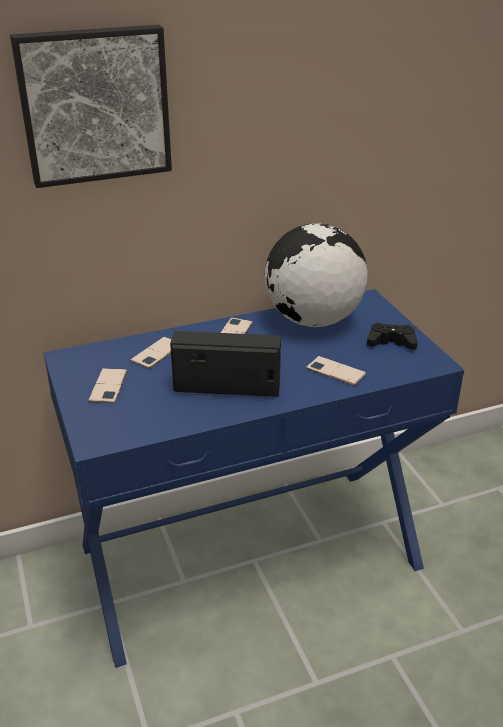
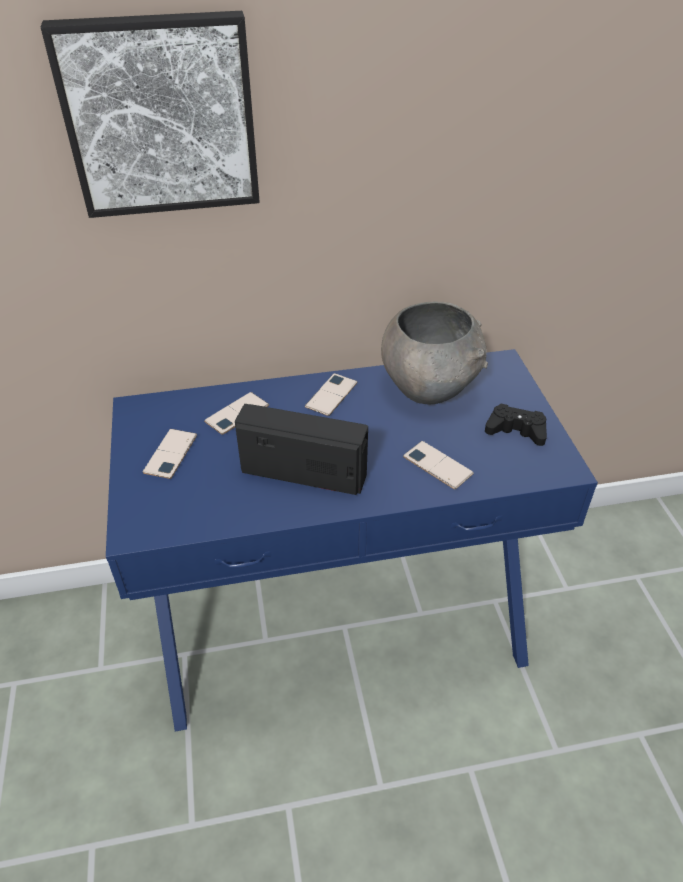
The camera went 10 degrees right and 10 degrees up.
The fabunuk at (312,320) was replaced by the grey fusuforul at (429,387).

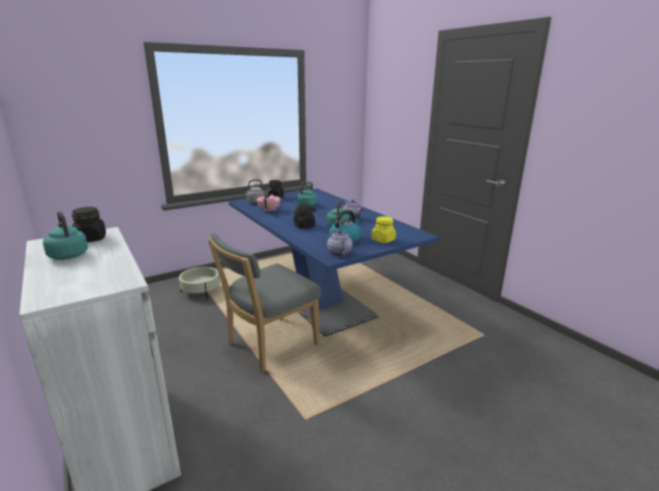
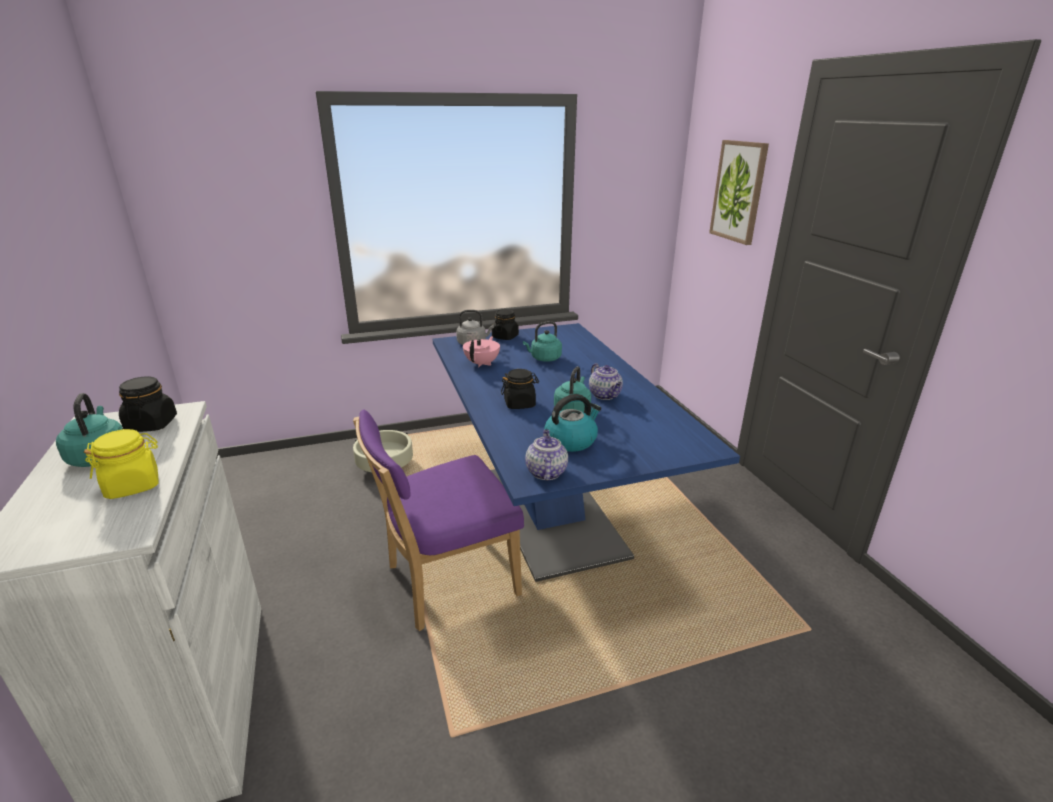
The camera went 15 degrees right and 5 degrees up.
The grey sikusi at (269,345) became the purple sikusi at (446,582).
The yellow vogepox moved from (383,240) to (133,485).
The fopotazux at (739,191) appeared.

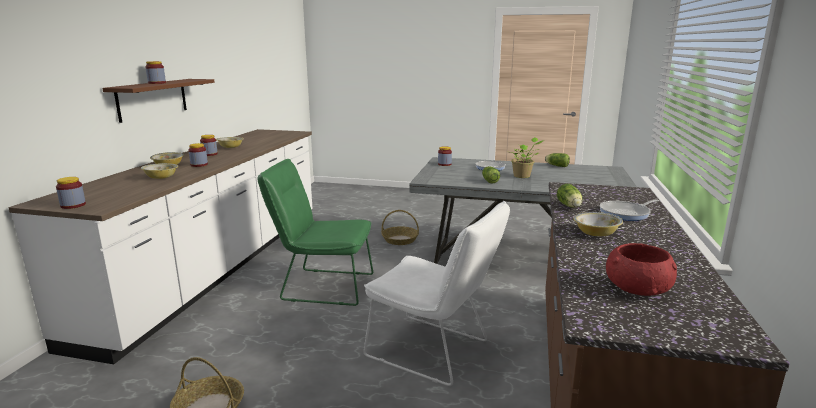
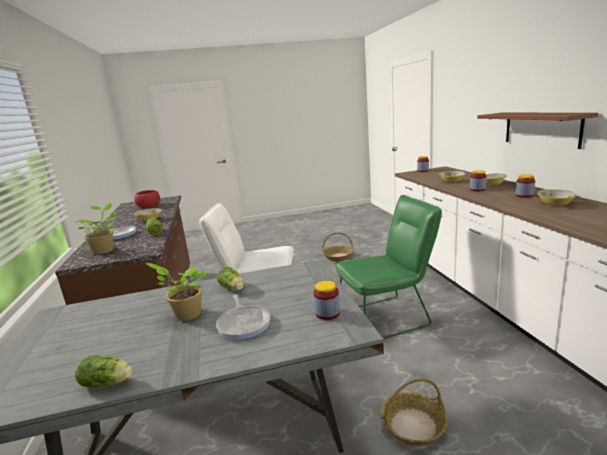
The camera went 155 degrees right and 0 degrees up.
The vogepox at (157,83) disappeared.
The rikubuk at (104,250) appeared.

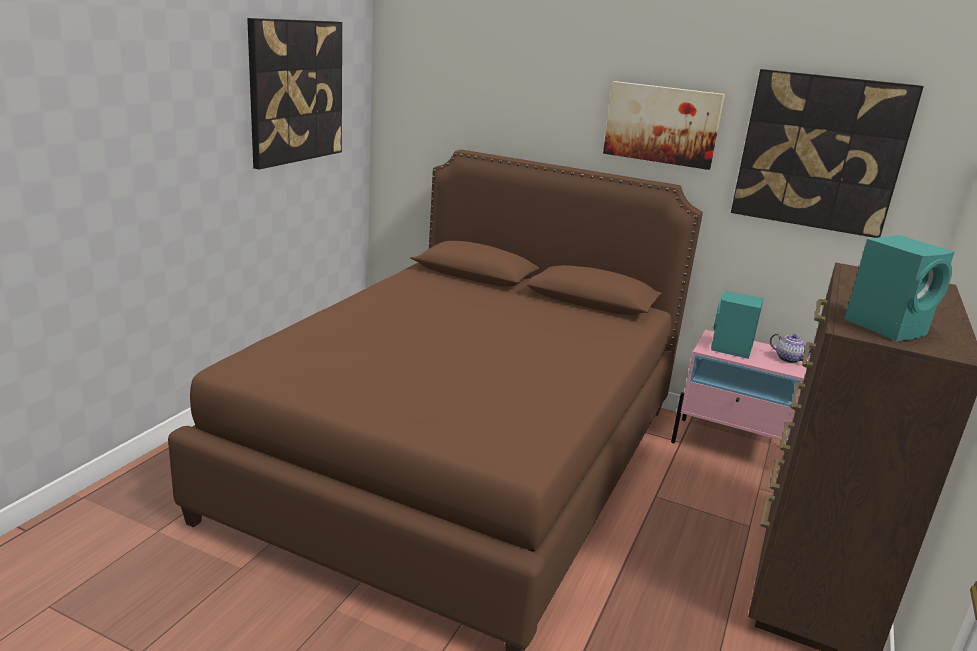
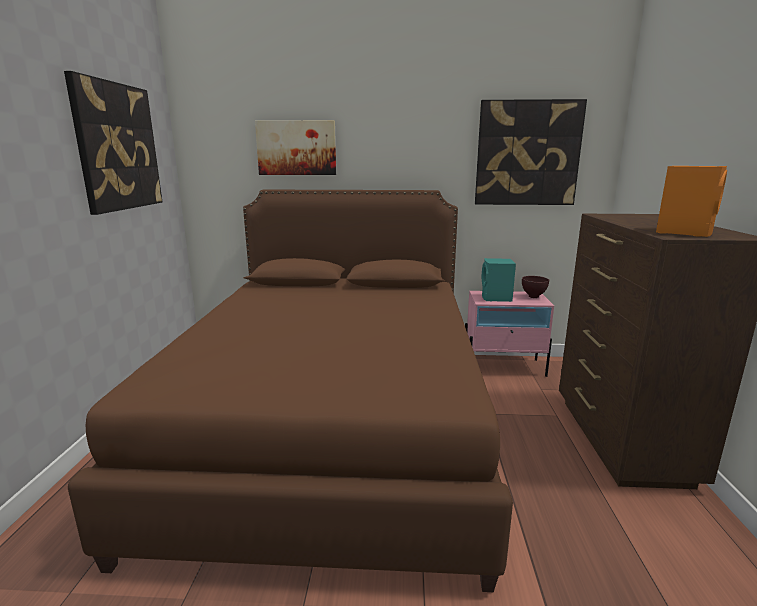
The camera went 20 degrees left and 5 degrees down.
The fopotazux moved from (662,124) to (296,148).
The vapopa at (789,359) was replaced by the brown fusuforul at (534,297).
The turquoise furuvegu at (888,327) became the orange furuvegu at (684,232).

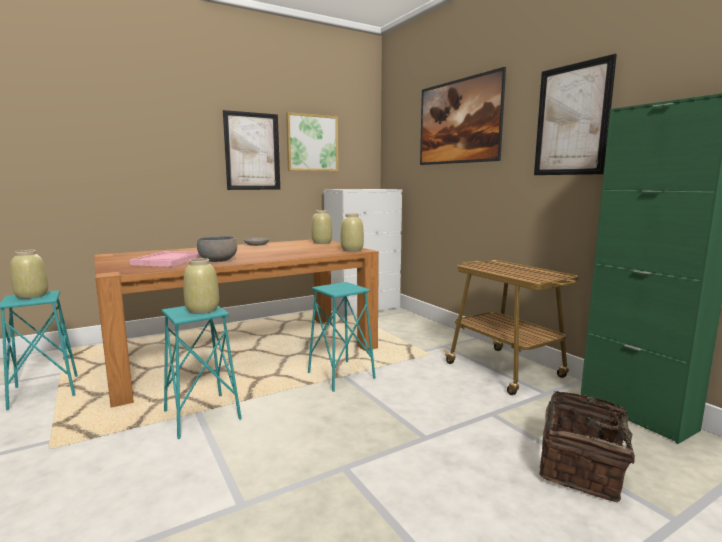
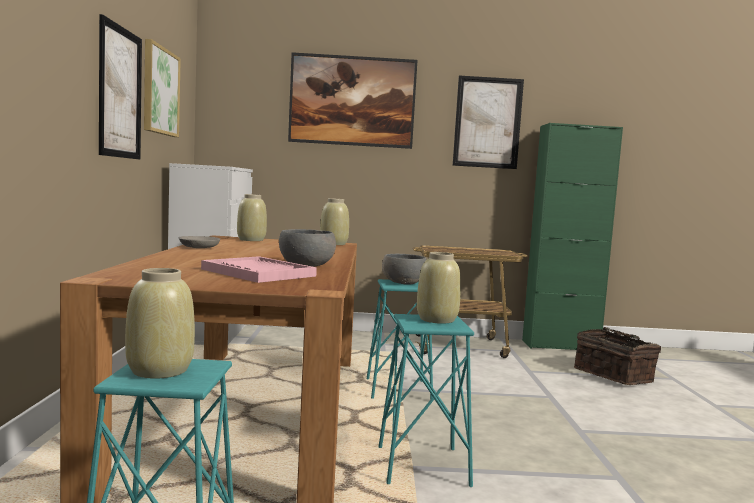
The camera went 60 degrees left and 5 degrees down.
The grey fusuforul at (403,282) appeared.

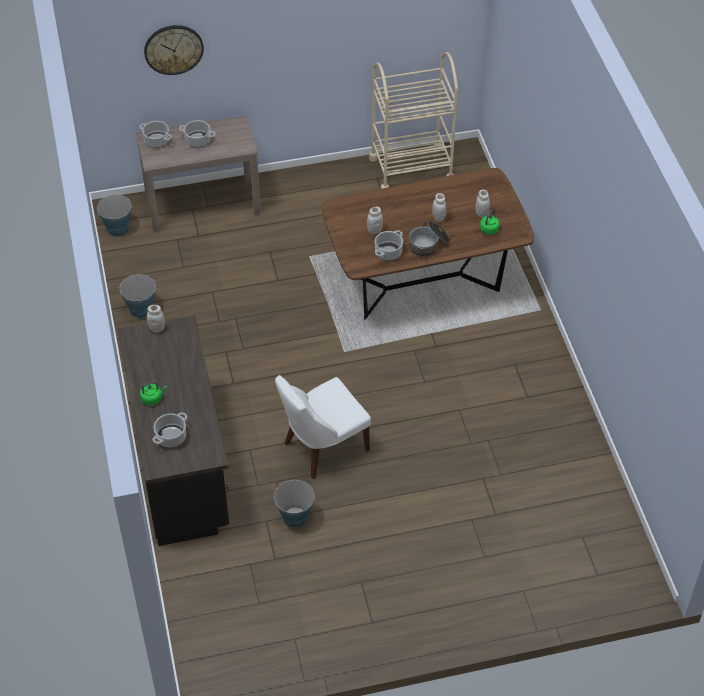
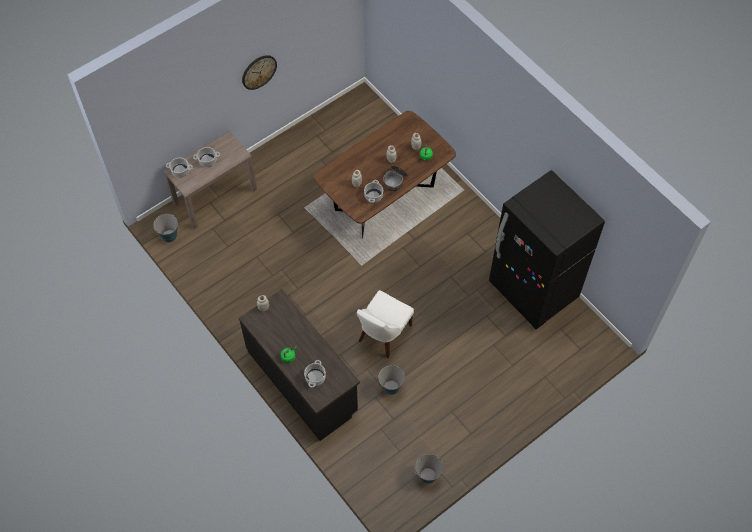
The camera went 25 degrees left and 10 degrees up.
The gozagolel moved from (141,309) to (427,475).
The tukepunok moved from (173,49) to (259,72).
The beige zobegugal at (411,169) disappeared.
The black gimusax at (533,291) appeared.

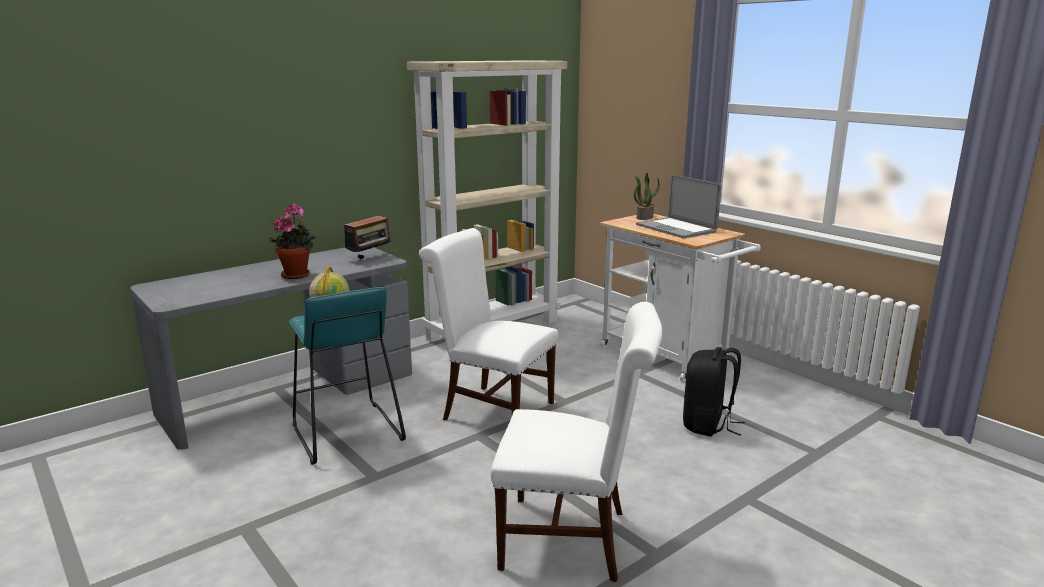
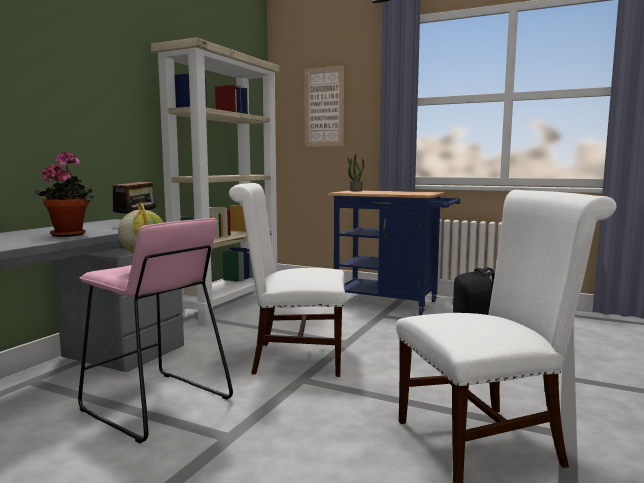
The camera went 25 degrees left and 10 degrees down.
The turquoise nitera at (346,432) became the pink nitera at (155,404).
The white zobegugal at (669,357) became the blue zobegugal at (392,303).
The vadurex at (676,228) disappeared.
The fopotazux at (324,107) appeared.

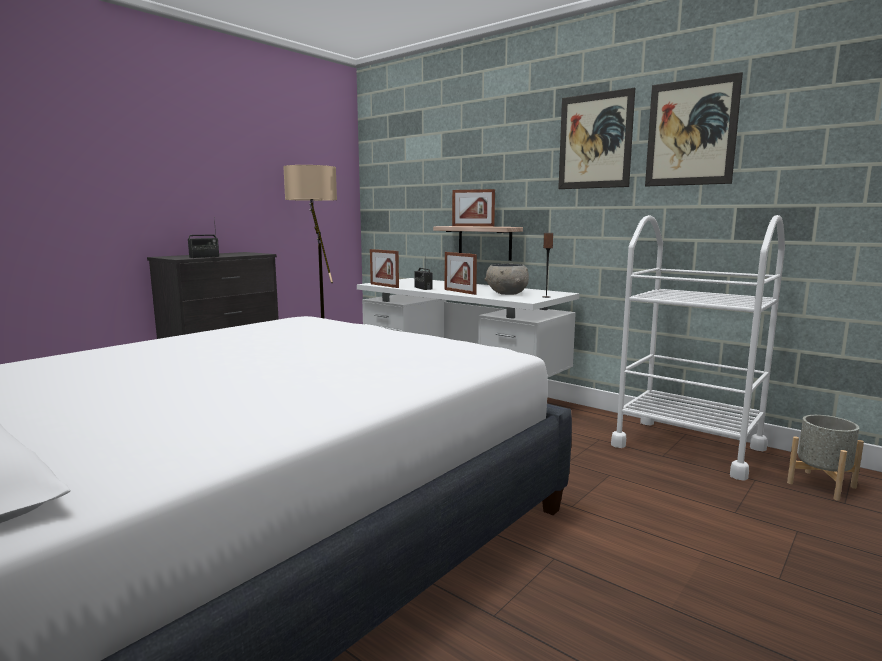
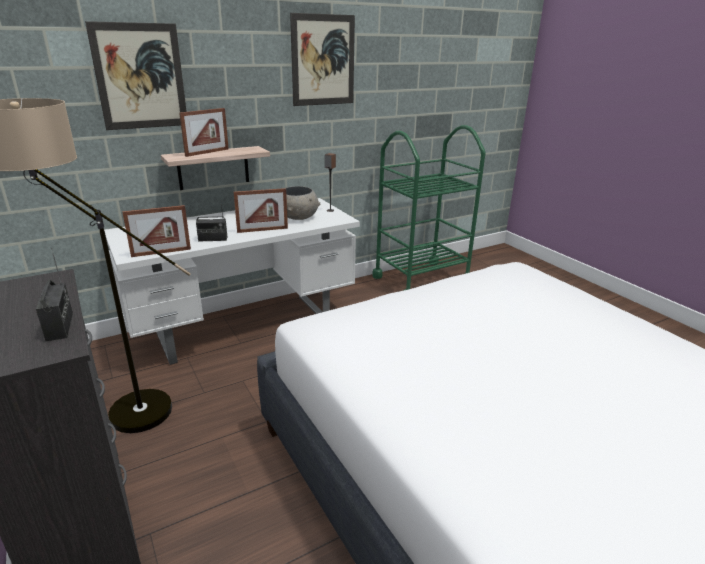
The camera went 70 degrees left and 15 degrees up.
The white zobegugal at (687,447) became the green zobegugal at (421,279).
The fopotazux moved from (691,133) to (140,77).
The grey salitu at (821,485) disappeared.

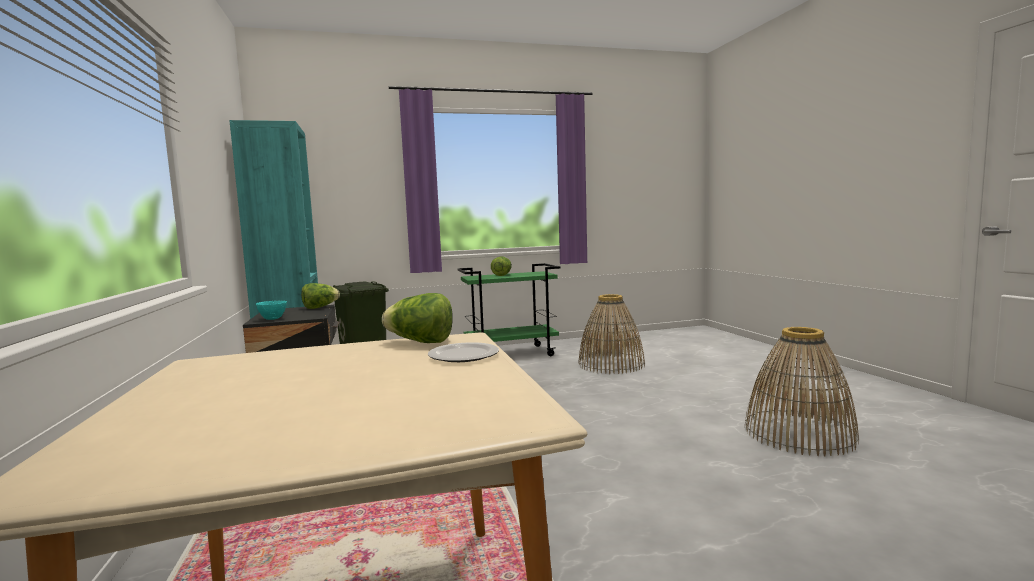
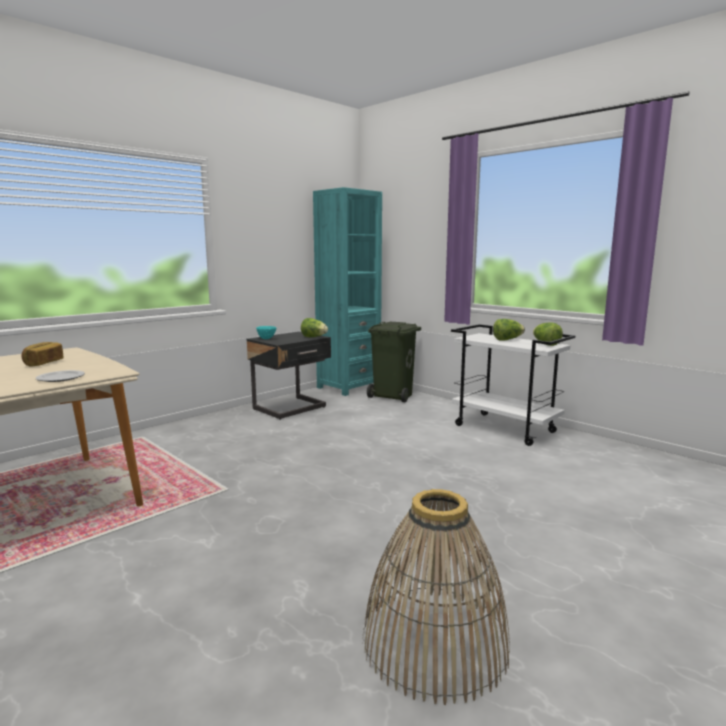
The camera went 60 degrees right and 5 degrees up.
The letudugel moved from (421,342) to (545,344).
The green zobegugal at (512,354) became the white zobegugal at (505,429).
The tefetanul at (611,364) disappeared.
The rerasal at (43,363) appeared.

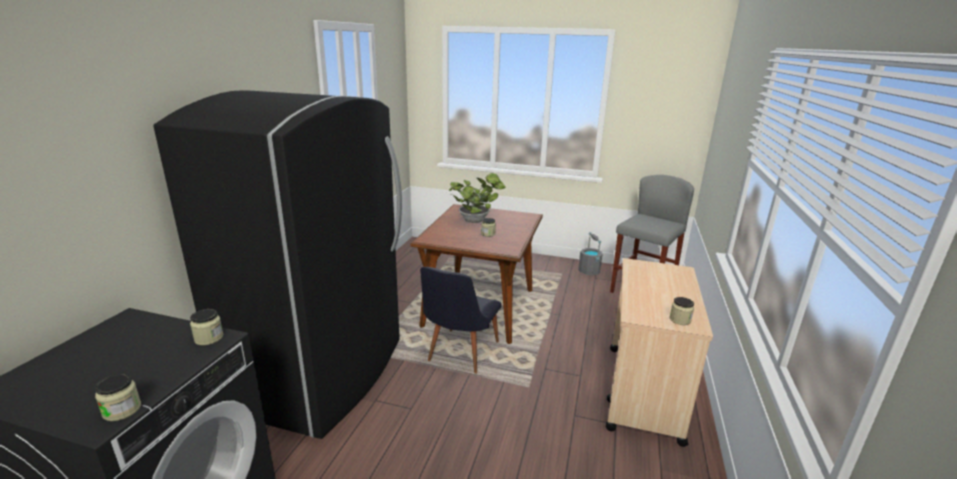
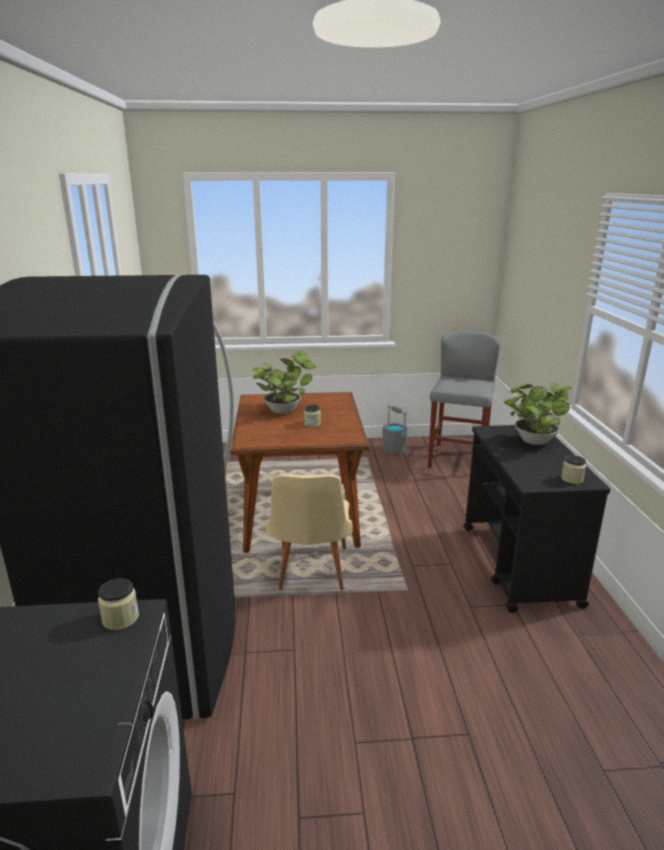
The camera went 20 degrees left and 0 degrees up.
The vogepox at (122,410) disappeared.
The black sikusi at (459,355) became the beige sikusi at (310,574).
The beige zobegugal at (642,392) became the black zobegugal at (519,565).
The rikubuk at (532,442) appeared.

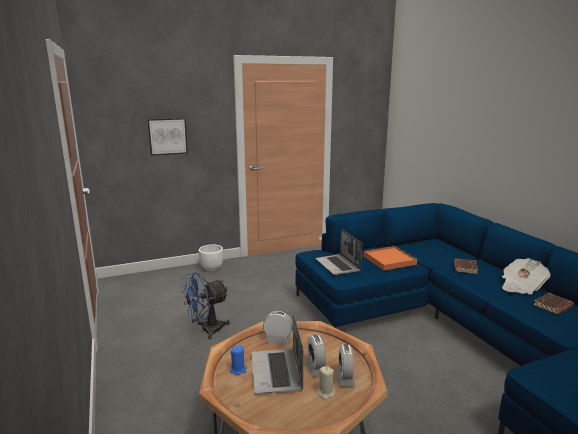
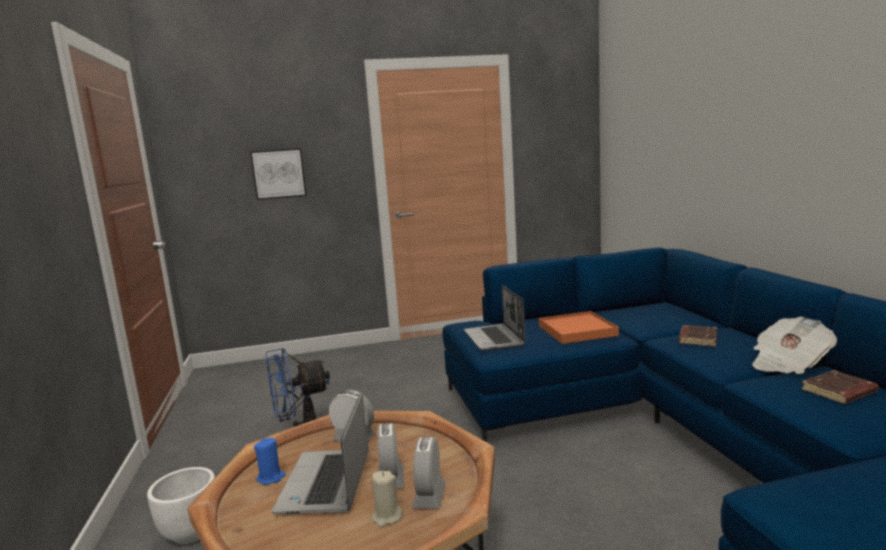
The camera went 10 degrees right and 5 degrees down.
The white salitu moved from (212,269) to (190,534).

